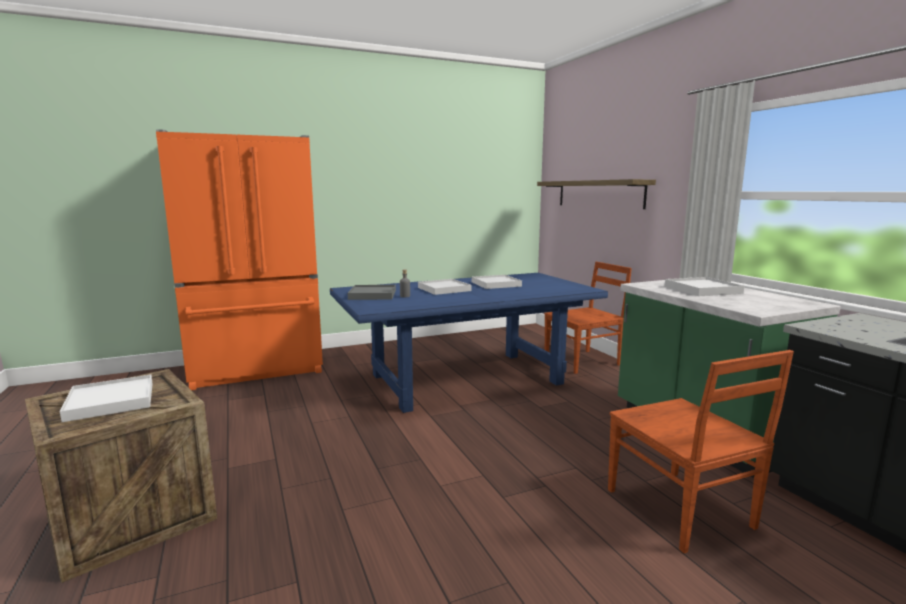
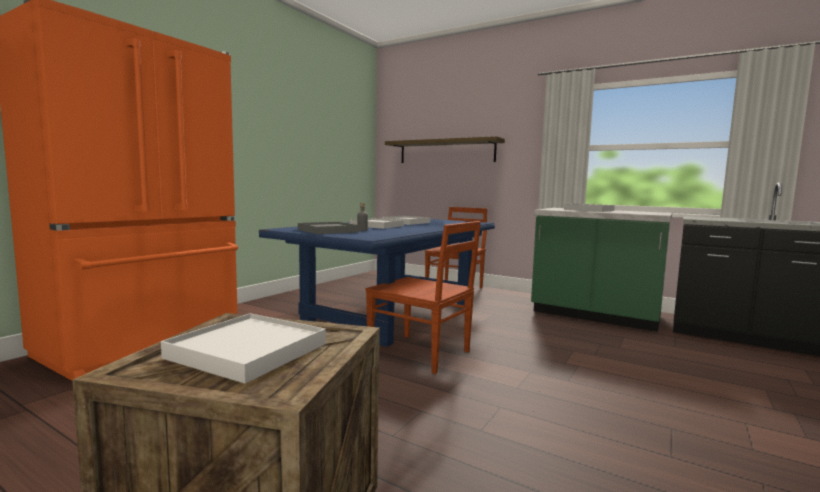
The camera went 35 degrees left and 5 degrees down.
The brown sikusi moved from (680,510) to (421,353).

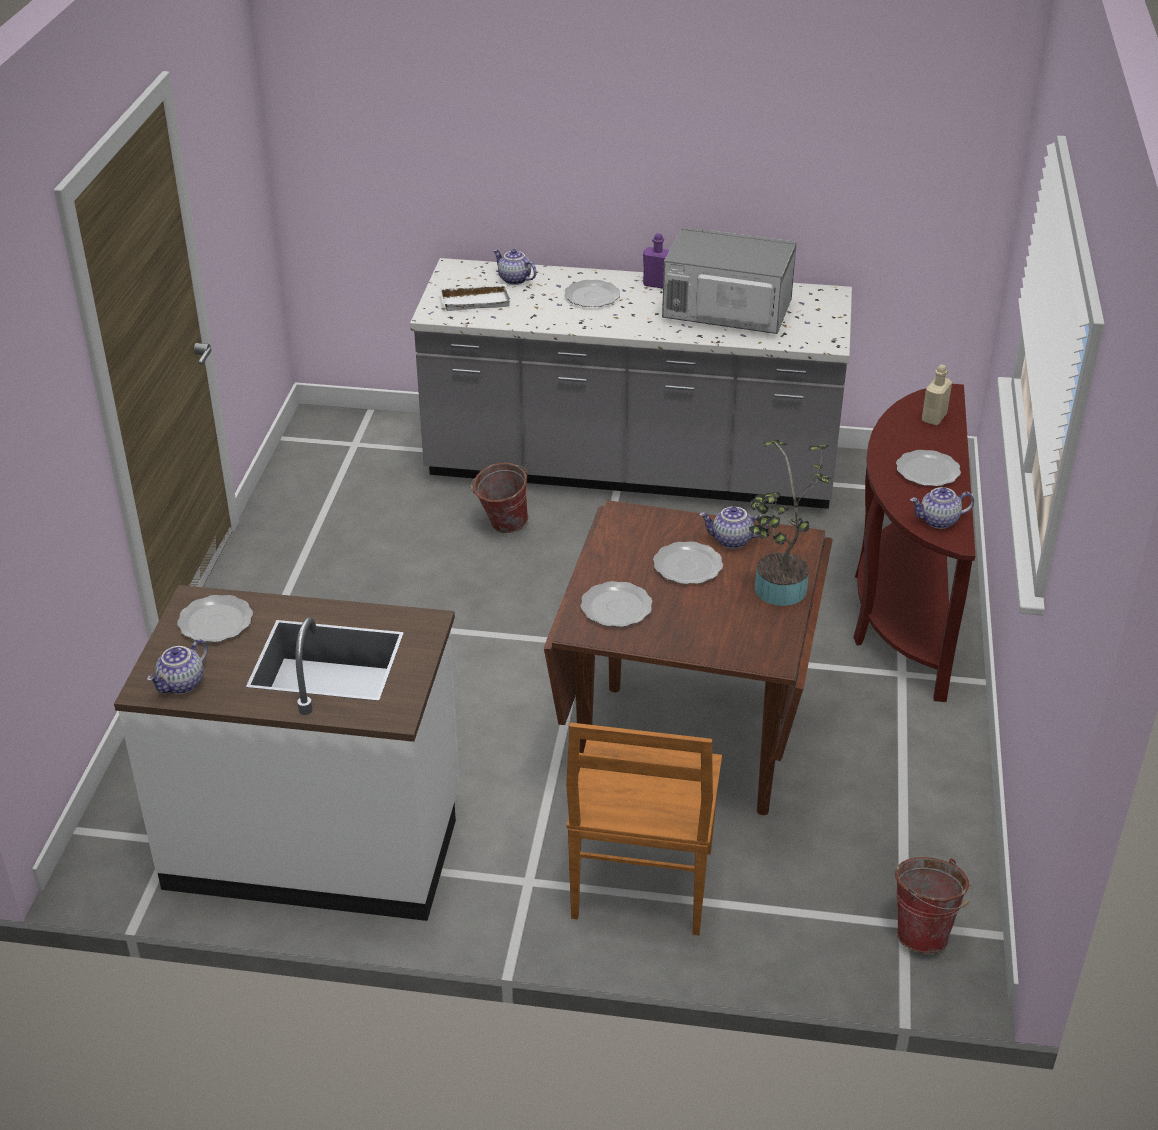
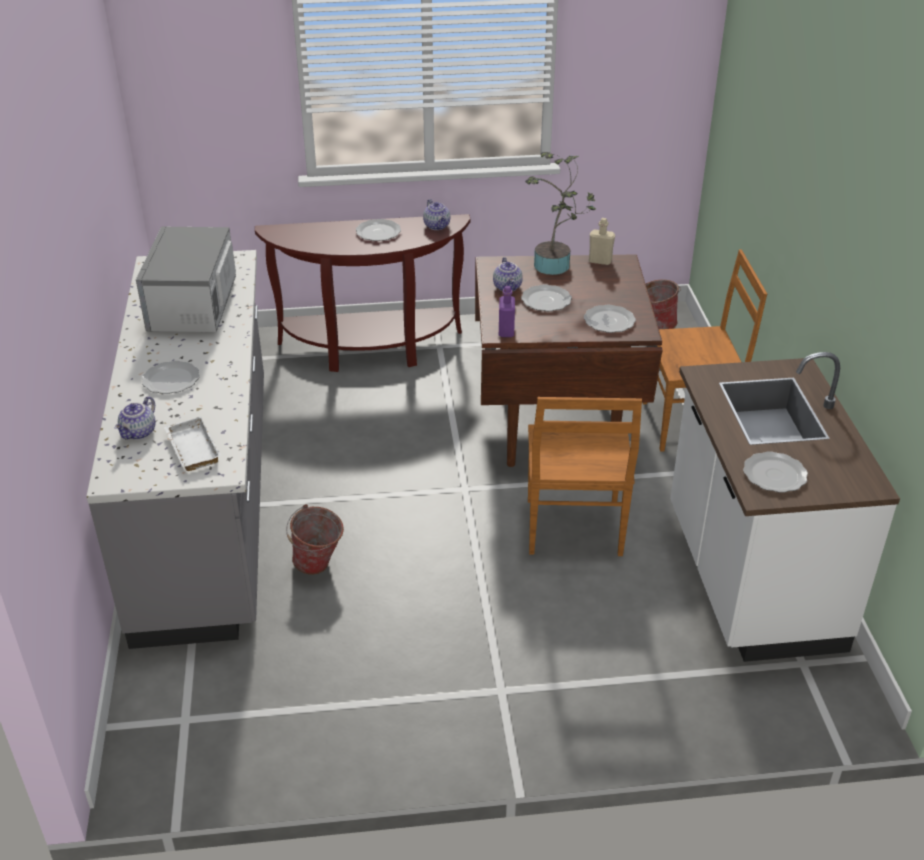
The camera went 105 degrees left and 0 degrees up.
The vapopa at (182,684) disappeared.
The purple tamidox moved from (656,284) to (506,331).
The beige tamidox moved from (934,418) to (600,261).
The brown sikusi at (573,530) appeared.

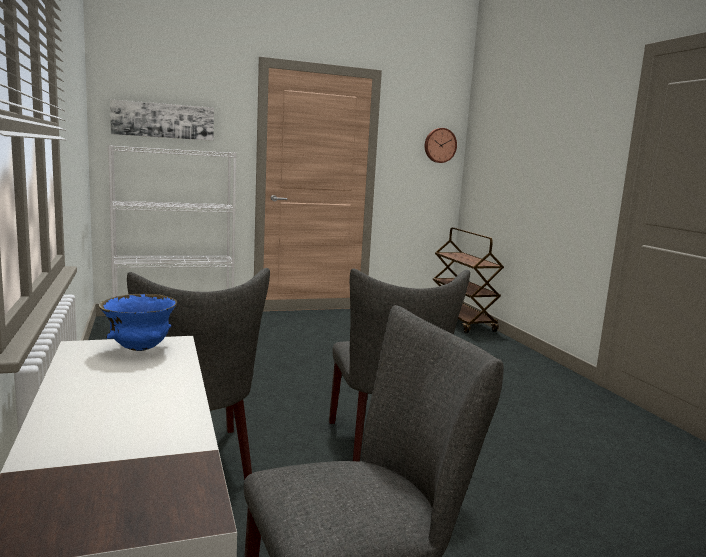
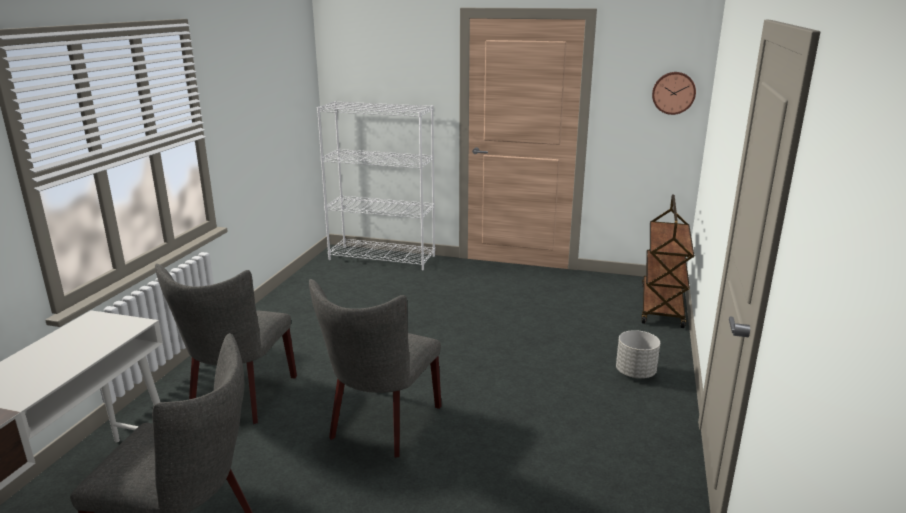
The camera went 35 degrees right and 10 degrees up.
The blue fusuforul at (140,349) disappeared.
The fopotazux at (163,120) disappeared.
The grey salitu at (635,372) appeared.

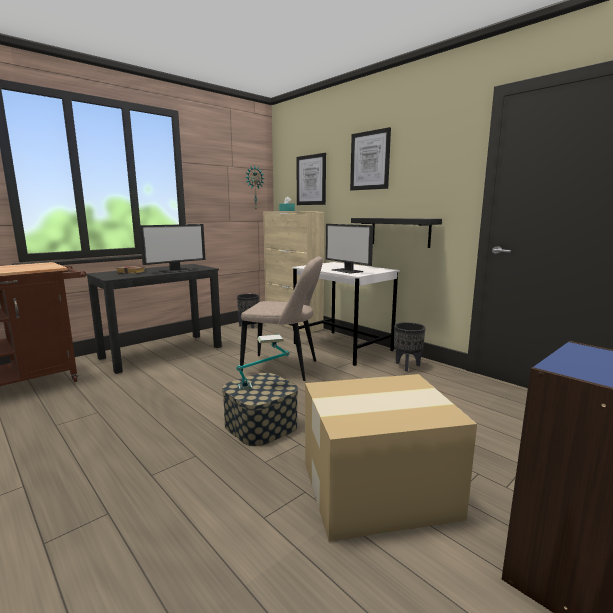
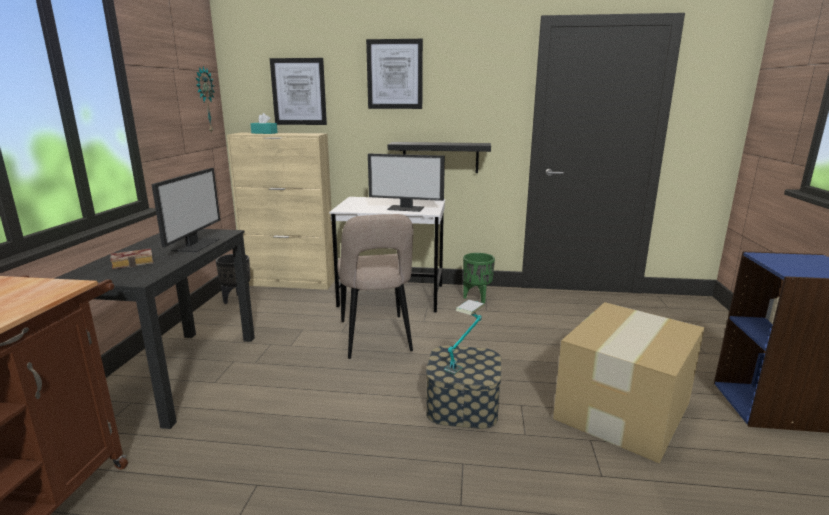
The camera went 40 degrees left and 5 degrees up.
The beige sikusi at (283,368) turned 105 degrees clockwise.
The black salitu at (407,366) became the green salitu at (477,298).

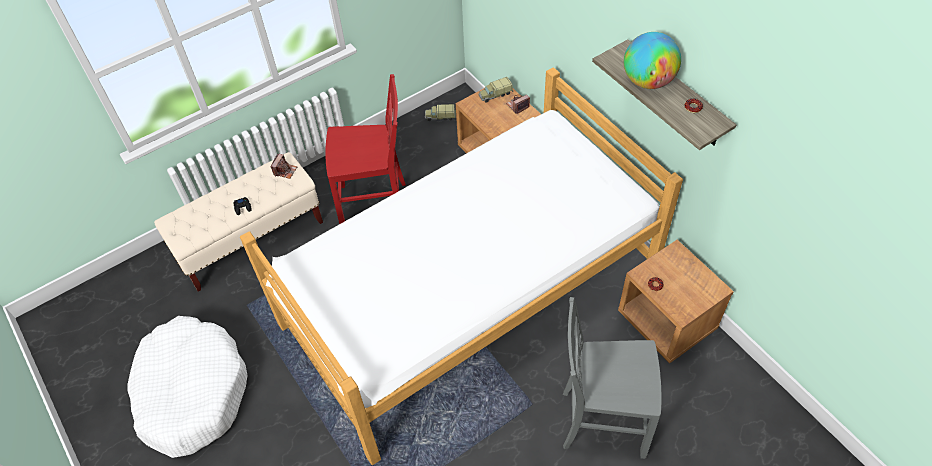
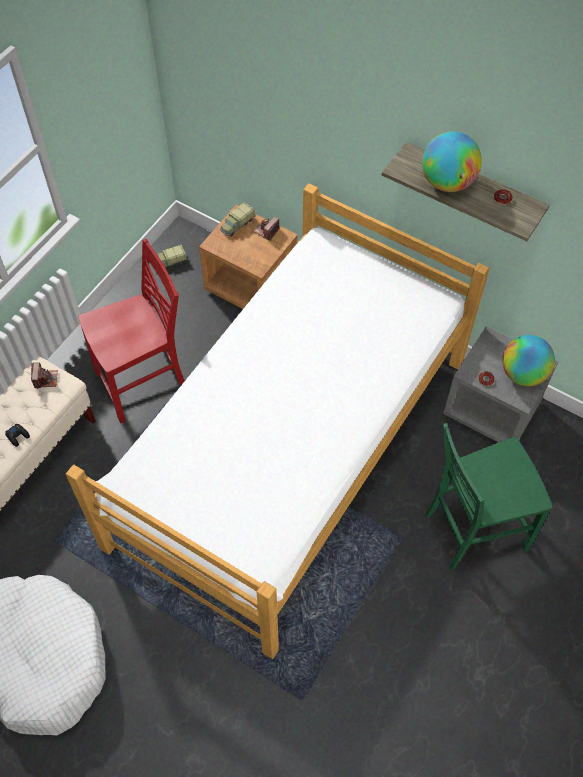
The camera went 25 degrees left and 5 degrees up.
The grey sikusi at (600,421) became the green sikusi at (473,530).
The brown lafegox at (667,322) became the grey lafegox at (492,409).
The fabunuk at (523,374) appeared.

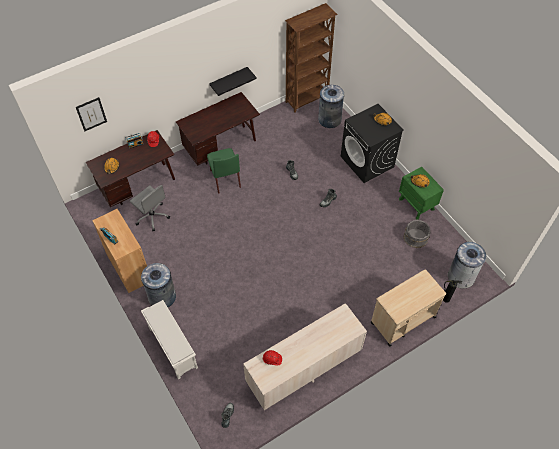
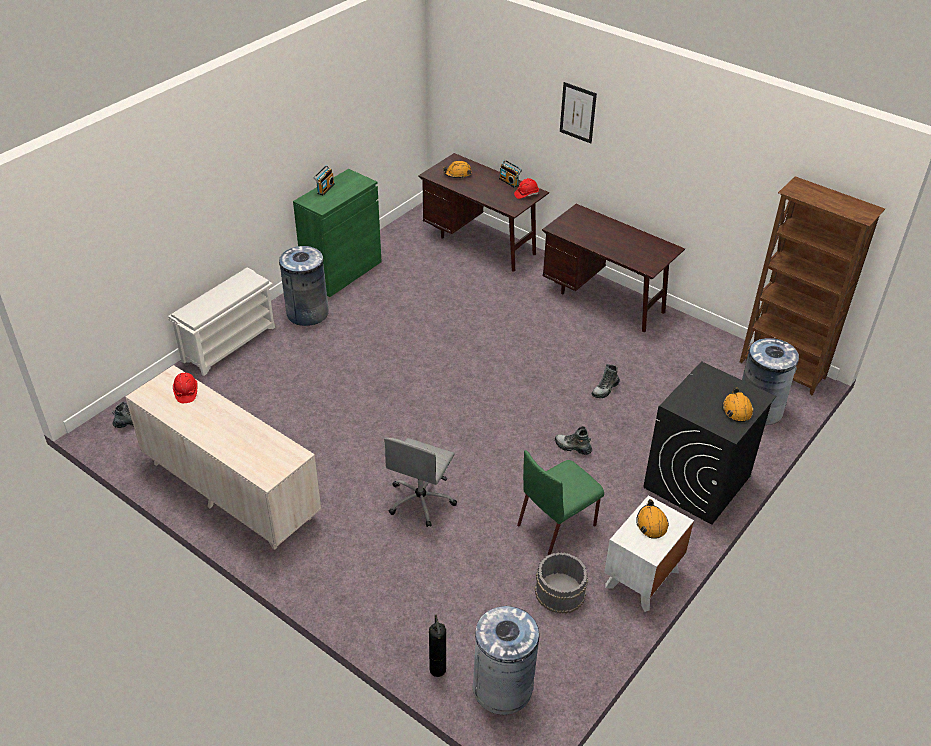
The camera went 70 degrees right and 15 degrees down.
The fopotazux moved from (91,114) to (578,112).
The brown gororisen at (129,267) became the green gororisen at (342,272).
The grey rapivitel moved from (152,216) to (421,501).
The green sikusi moved from (225,178) to (557,524).
The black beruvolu at (229,80) disappeared.
The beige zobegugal at (402,320) disappeared.
The green lafegox at (416,204) became the white lafegox at (642,578).

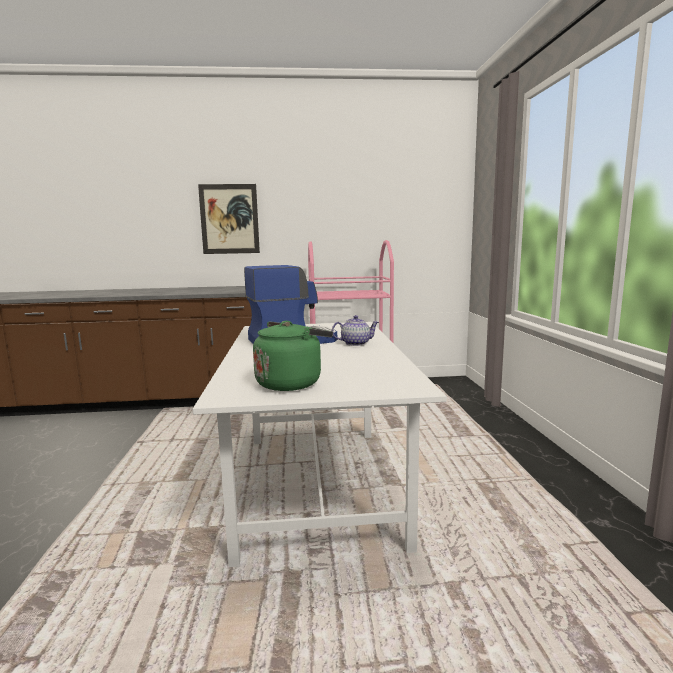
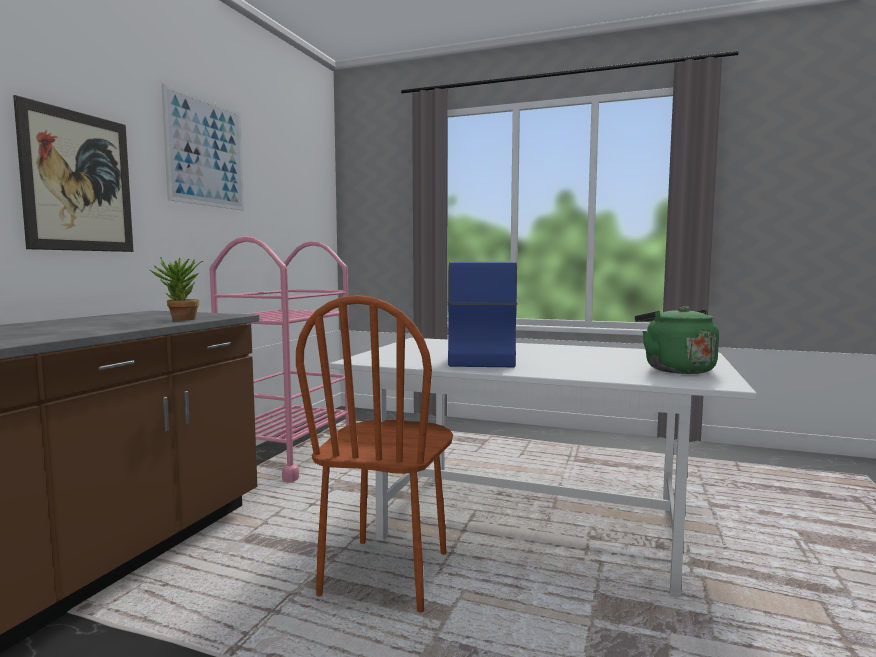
The camera went 65 degrees left and 5 degrees down.
The vapopa at (355,343) disappeared.
The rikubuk at (180,320) appeared.
The fopotazux at (205,153) appeared.
The brown sikusi at (386,574) appeared.

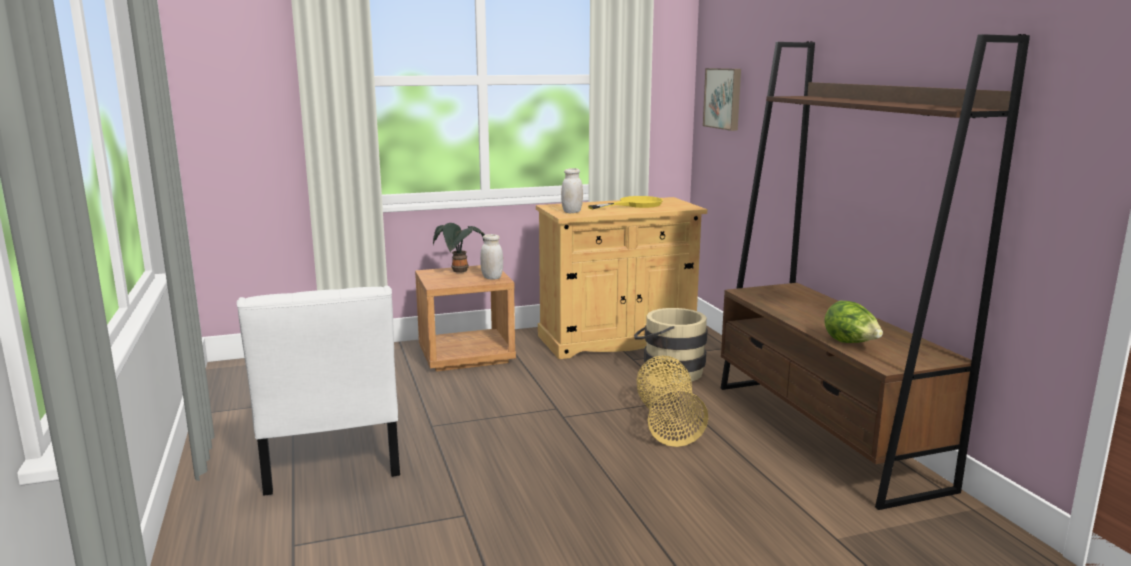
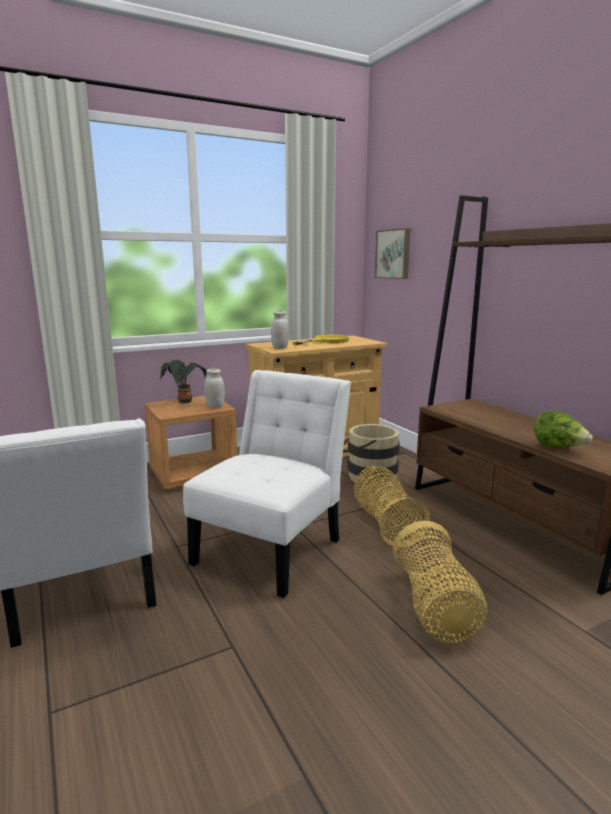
The camera went 10 degrees left and 0 degrees up.
The white sikusi at (272,548) appeared.
The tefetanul at (435,608) appeared.

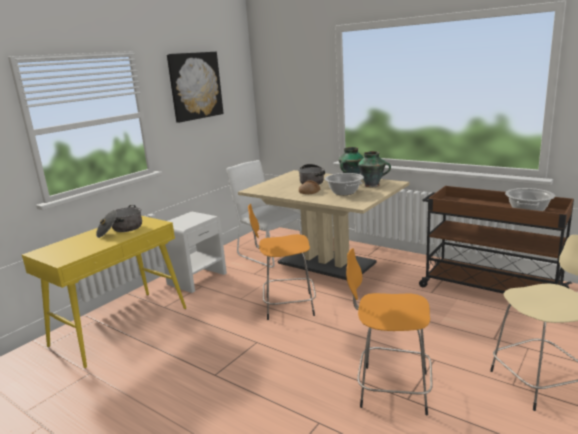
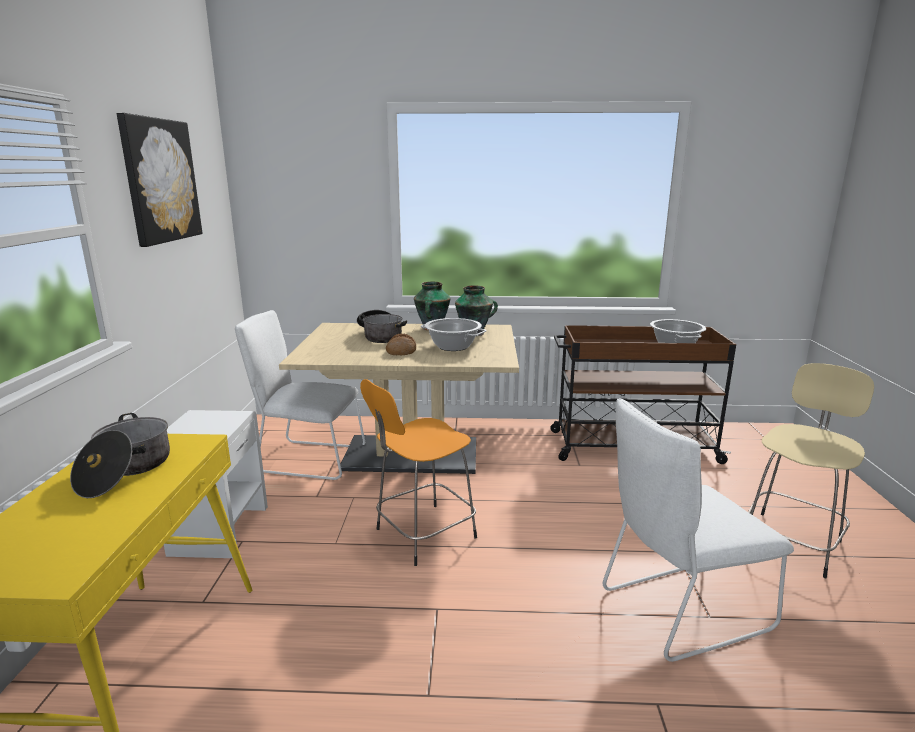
The camera went 35 degrees left and 0 degrees up.
The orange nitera at (391,389) was replaced by the white sikusi at (678,611).

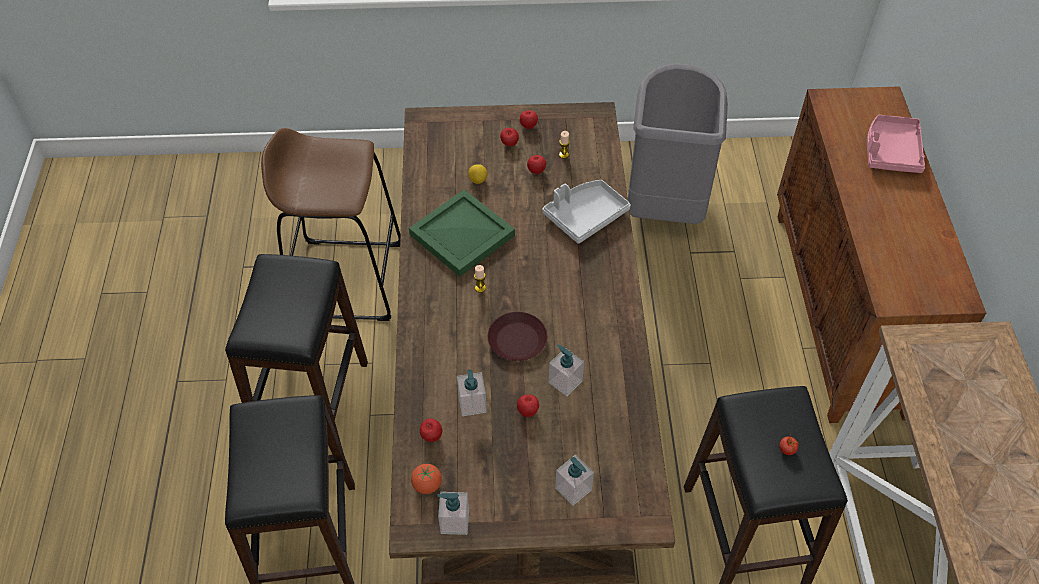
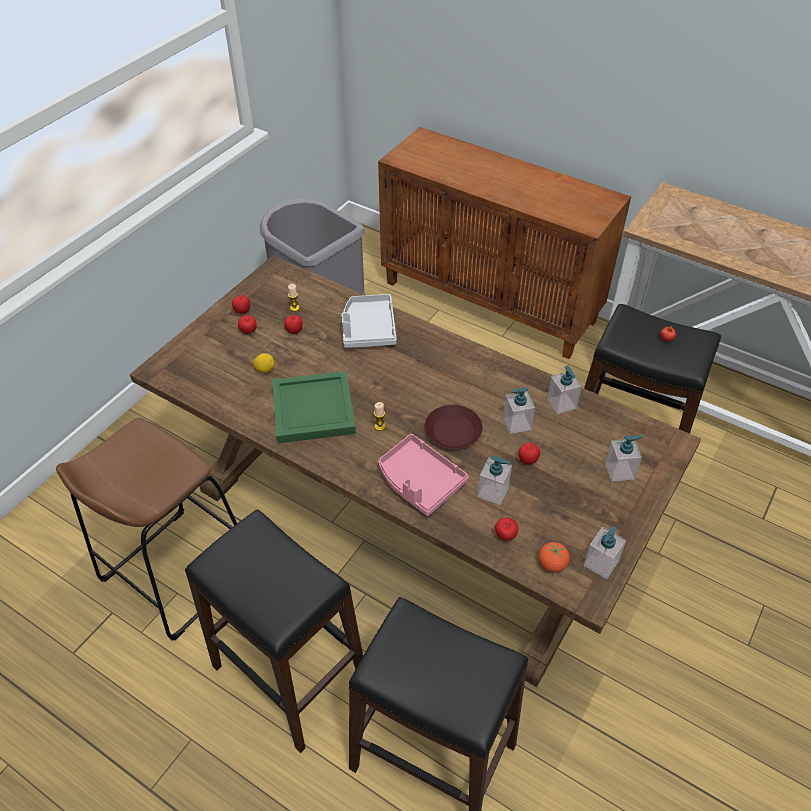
The camera went 55 degrees left and 5 degrees down.
The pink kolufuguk moved from (891,151) to (419,481).
The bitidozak at (561,404) appeared.

